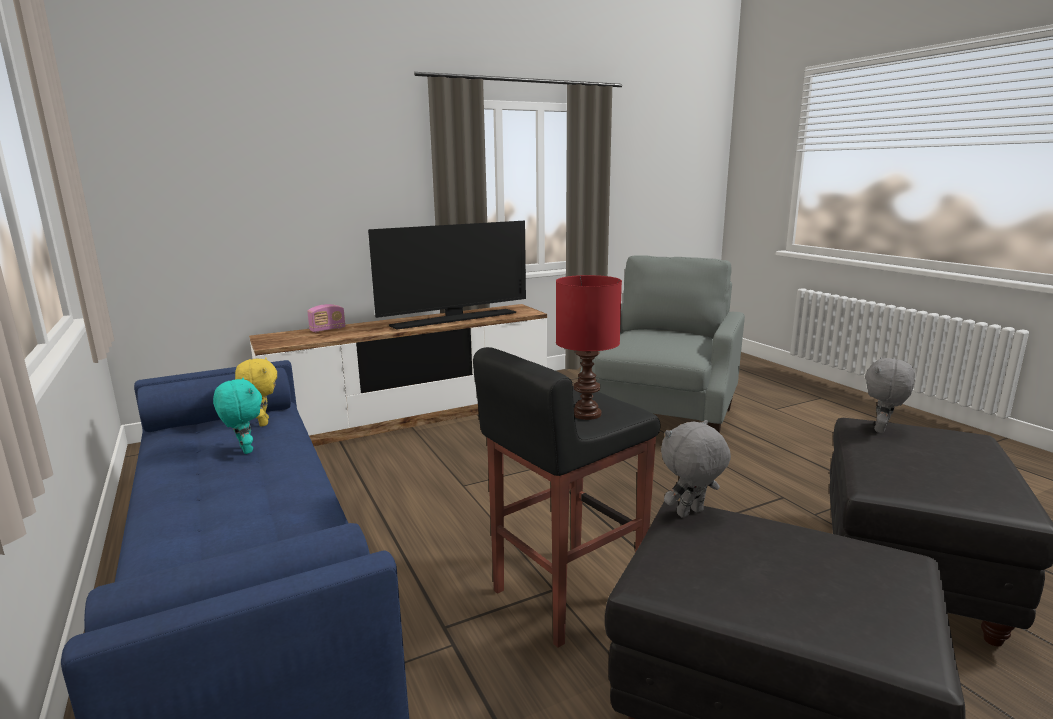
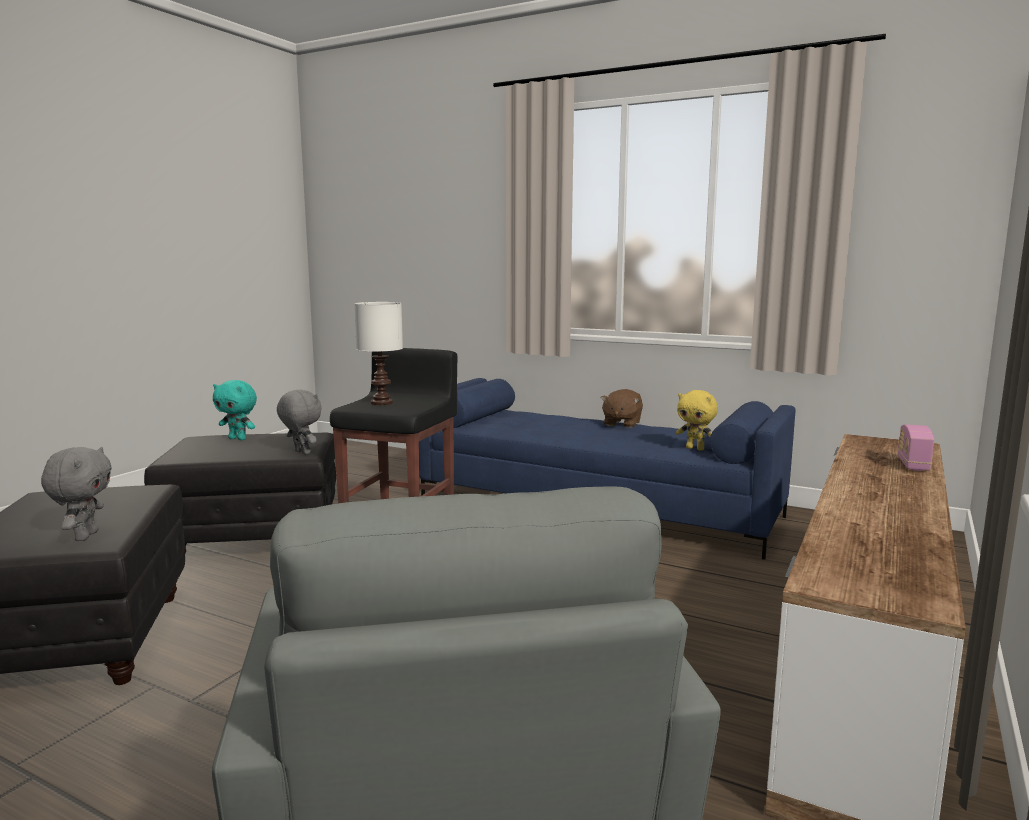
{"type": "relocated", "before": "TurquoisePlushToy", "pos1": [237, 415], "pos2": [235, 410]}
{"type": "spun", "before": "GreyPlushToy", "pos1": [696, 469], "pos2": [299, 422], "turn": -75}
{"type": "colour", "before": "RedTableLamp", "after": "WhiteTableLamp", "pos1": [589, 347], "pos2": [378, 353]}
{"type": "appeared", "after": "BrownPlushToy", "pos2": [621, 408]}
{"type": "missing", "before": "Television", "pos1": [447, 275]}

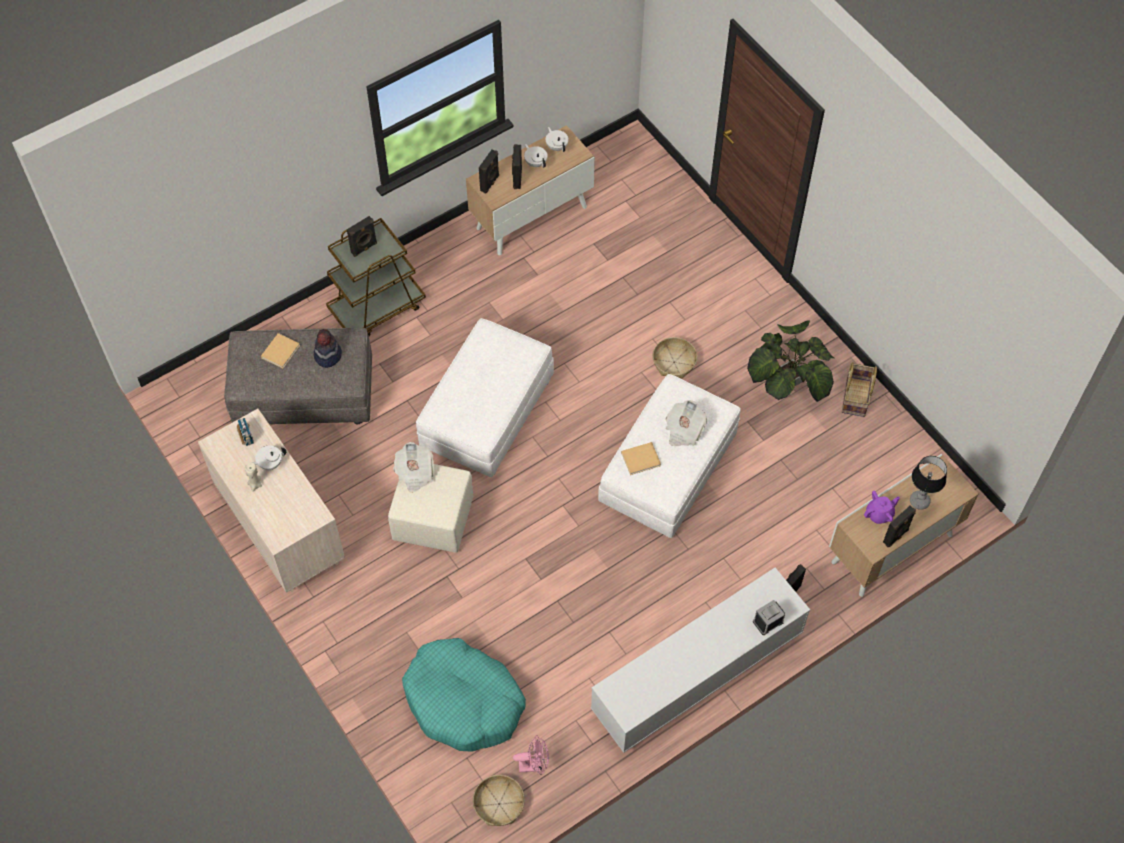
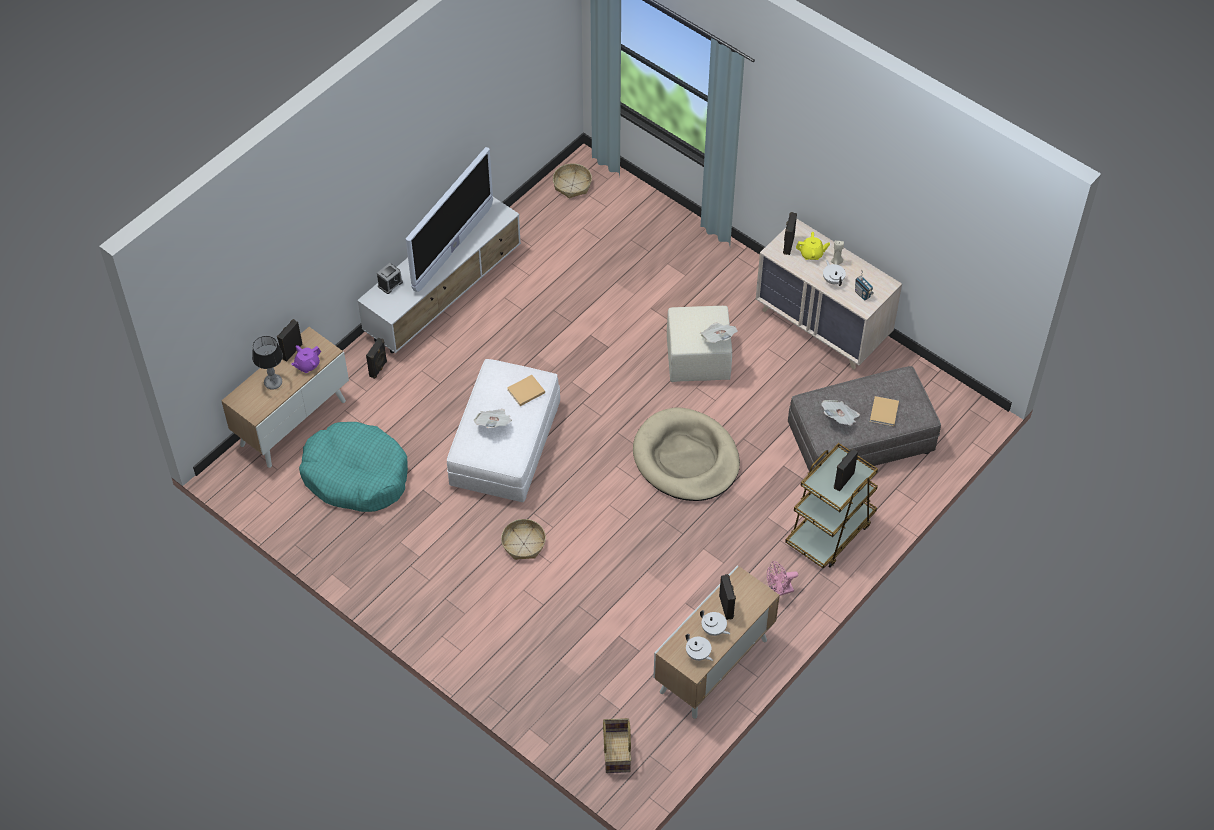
{"type": "relocated", "before": "TurquoiseDogBed", "pos1": [464, 695], "pos2": [353, 467]}
{"type": "appeared", "after": "Television", "pos2": [449, 219]}
{"type": "relocated", "before": "Basket", "pos1": [859, 389], "pos2": [617, 745]}
{"type": "exchanged", "before": "WhiteOttoman", "after": "BeigeDogBed", "pos1": [485, 397], "pos2": [686, 454]}
{"type": "relocated", "before": "PinkFan", "pos1": [531, 755], "pos2": [782, 578]}
{"type": "relocated", "before": "BlackSpeaker", "pos1": [489, 171], "pos2": [790, 233]}
{"type": "appeared", "after": "YellowTeapot", "pos2": [813, 246]}
{"type": "exchanged", "before": "Hat", "after": "Newspaper", "pos1": [328, 348], "pos2": [840, 413]}
{"type": "spun", "before": "WhiteTeapot", "pos1": [269, 458], "pos2": [834, 273], "turn": -75}
{"type": "missing", "before": "PottedPlant", "pos1": [791, 361]}

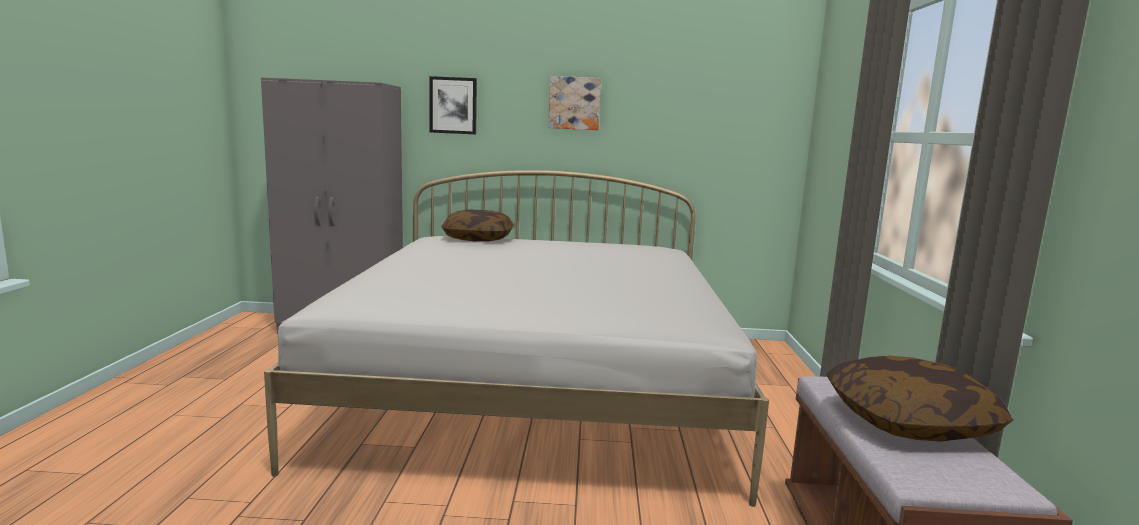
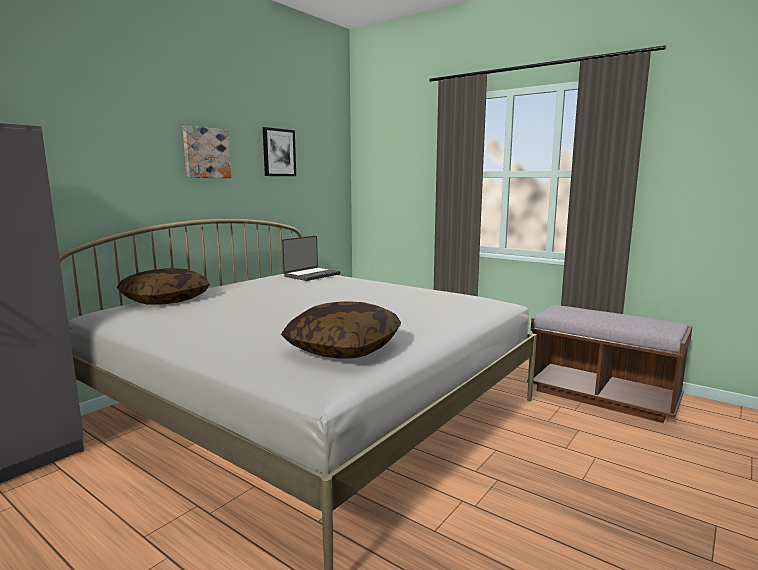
{"type": "relocated", "before": "Picture", "pos1": [453, 105], "pos2": [279, 151]}
{"type": "appeared", "after": "Laptop", "pos2": [311, 258]}
{"type": "relocated", "before": "Pillow", "pos1": [919, 398], "pos2": [341, 330]}

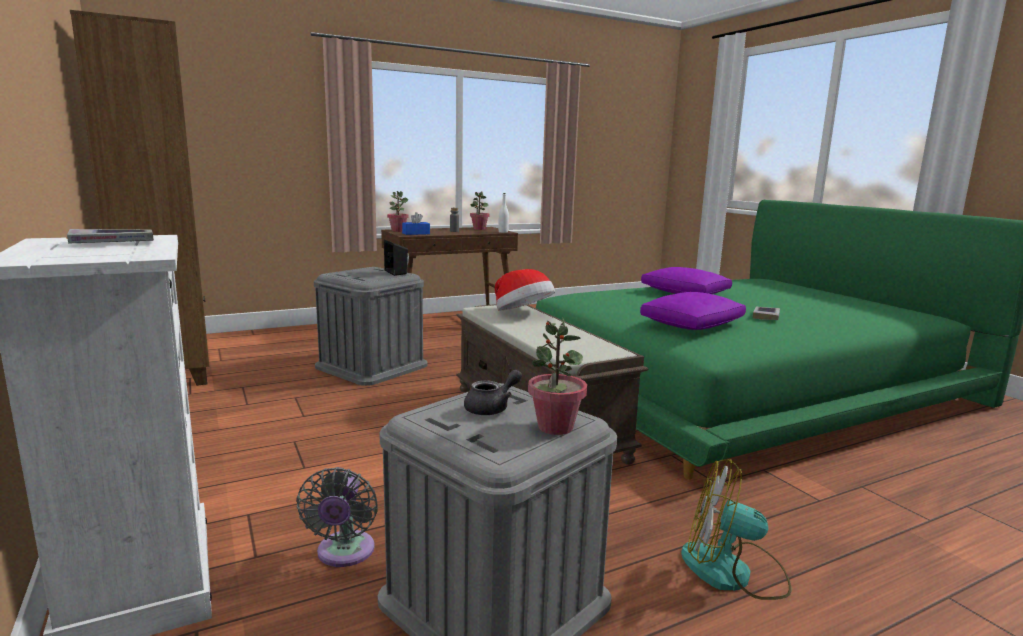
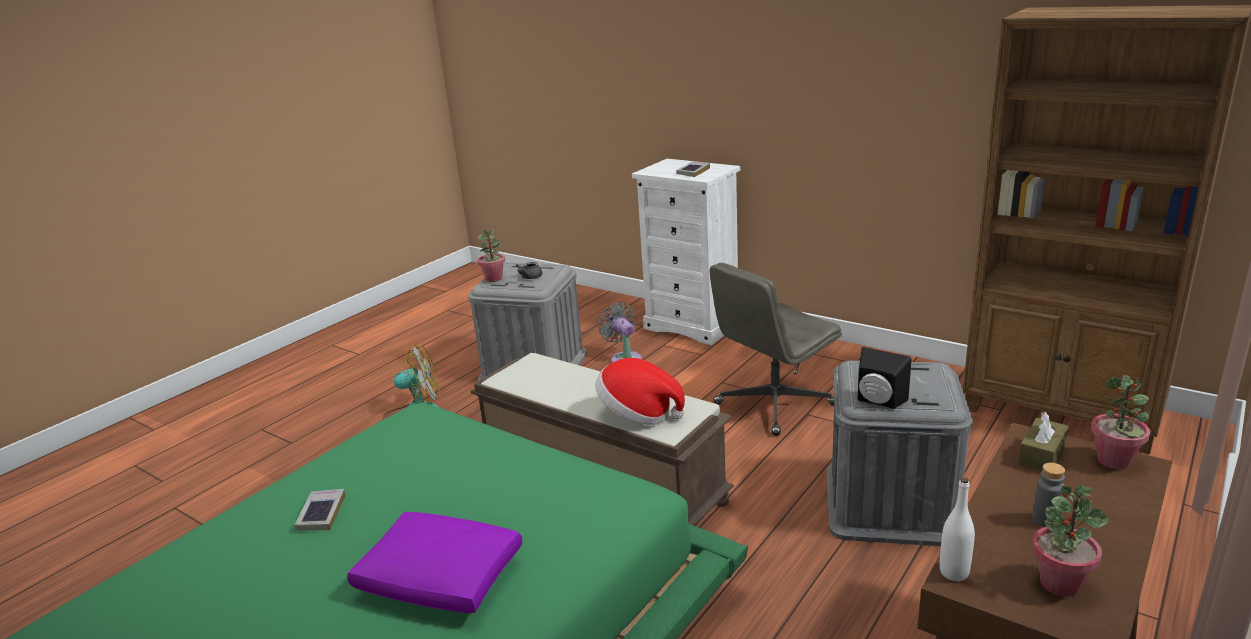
{"type": "appeared", "after": "GreyOfficeChair", "pos2": [776, 349]}
{"type": "colour", "before": "BlueTissueBox", "after": "BrownTissueBox", "pos1": [416, 223], "pos2": [1043, 441]}
{"type": "missing", "before": "PurplePillow", "pos1": [693, 311]}

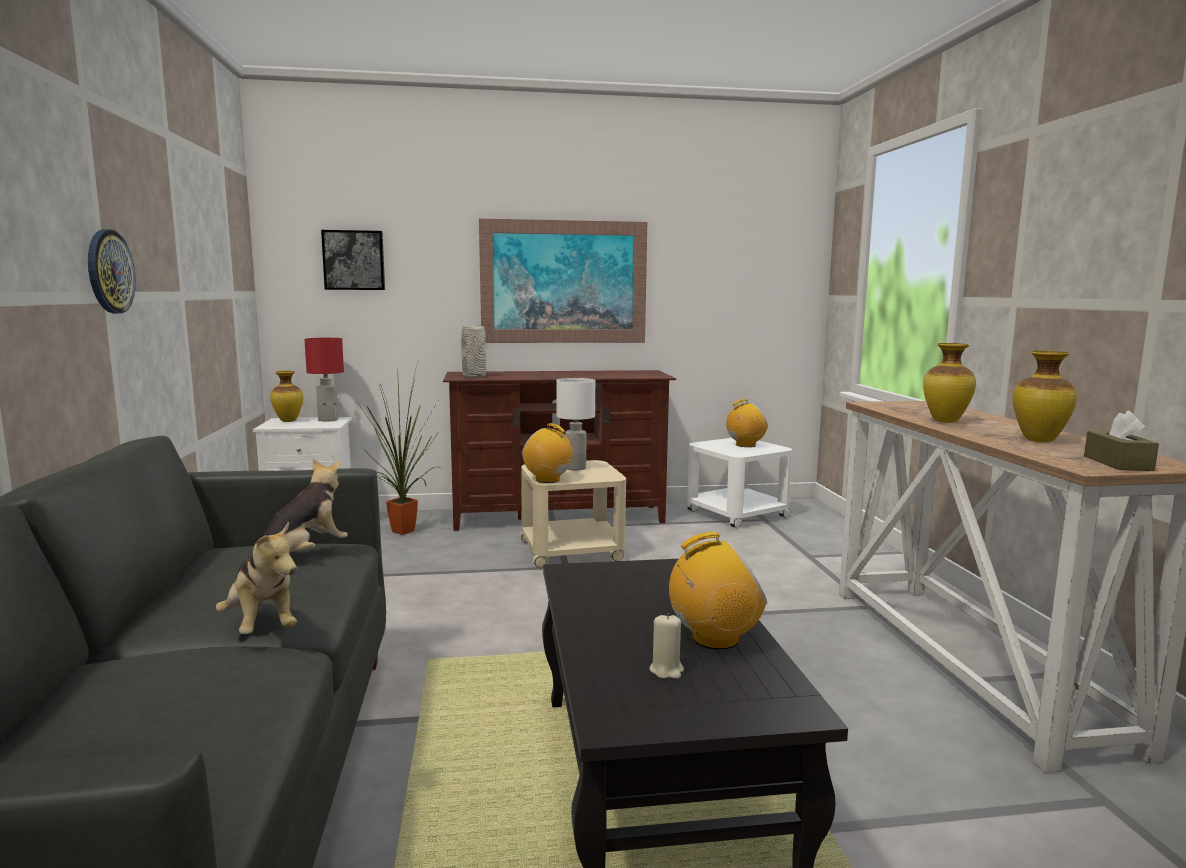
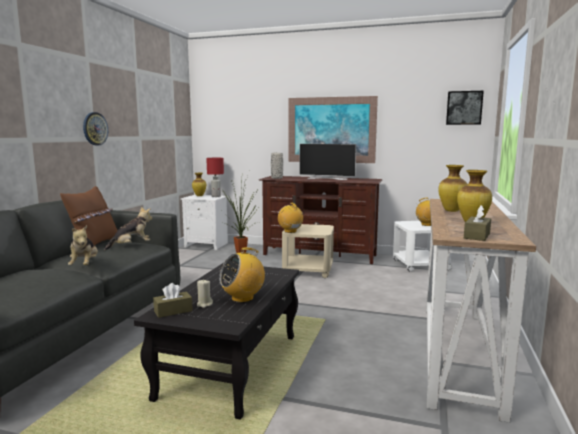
{"type": "appeared", "after": "BrownPillow", "pos2": [89, 216]}
{"type": "appeared", "after": "BrownTissueBox", "pos2": [173, 300]}
{"type": "spun", "before": "Radio", "pos1": [718, 591], "pos2": [242, 275], "turn": 135}
{"type": "appeared", "after": "Television", "pos2": [327, 162]}
{"type": "relocated", "before": "Picture", "pos1": [353, 260], "pos2": [465, 108]}
{"type": "missing", "before": "WhiteTableLamp", "pos1": [575, 424]}

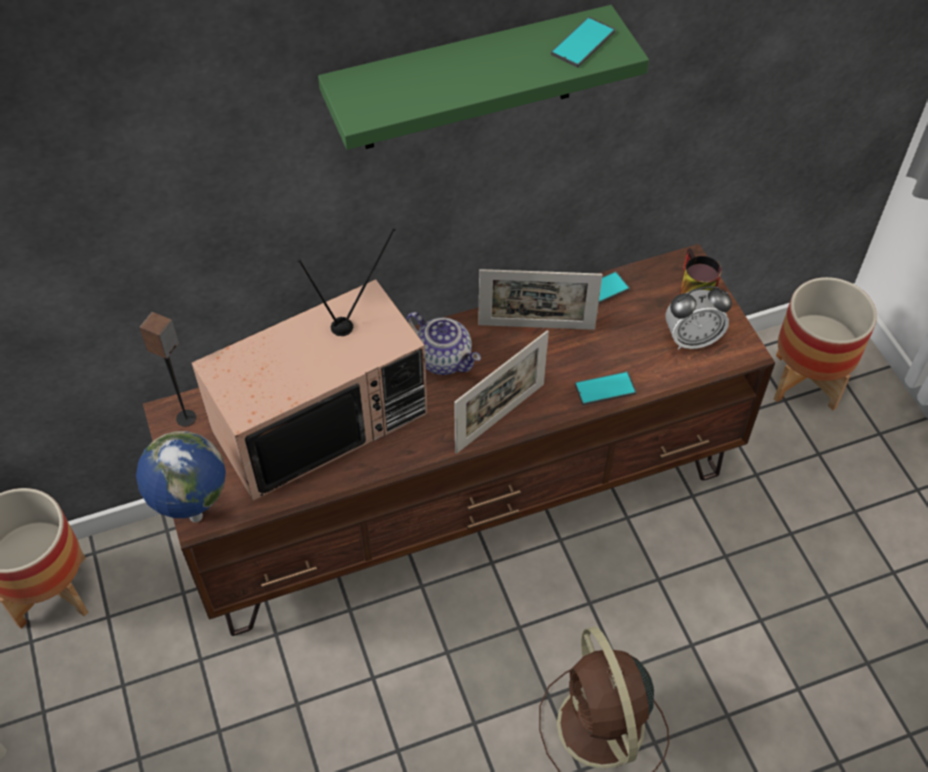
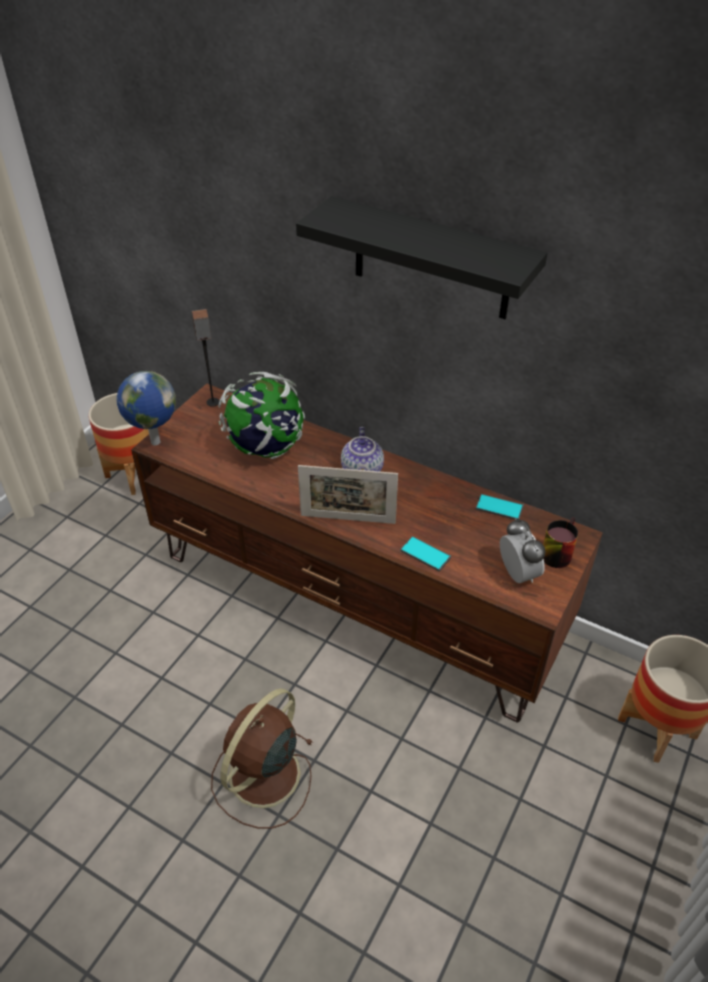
{"type": "exchanged", "before": "Television", "after": "Globe", "pos1": [310, 364], "pos2": [261, 415]}
{"type": "colour", "before": "GreenShelf", "after": "BlackShelf", "pos1": [483, 77], "pos2": [421, 257]}
{"type": "spun", "before": "AlarmClock", "pos1": [698, 318], "pos2": [523, 550], "turn": -150}
{"type": "missing", "before": "PictureFrame", "pos1": [540, 299]}
{"type": "missing", "before": "Phone", "pos1": [583, 42]}

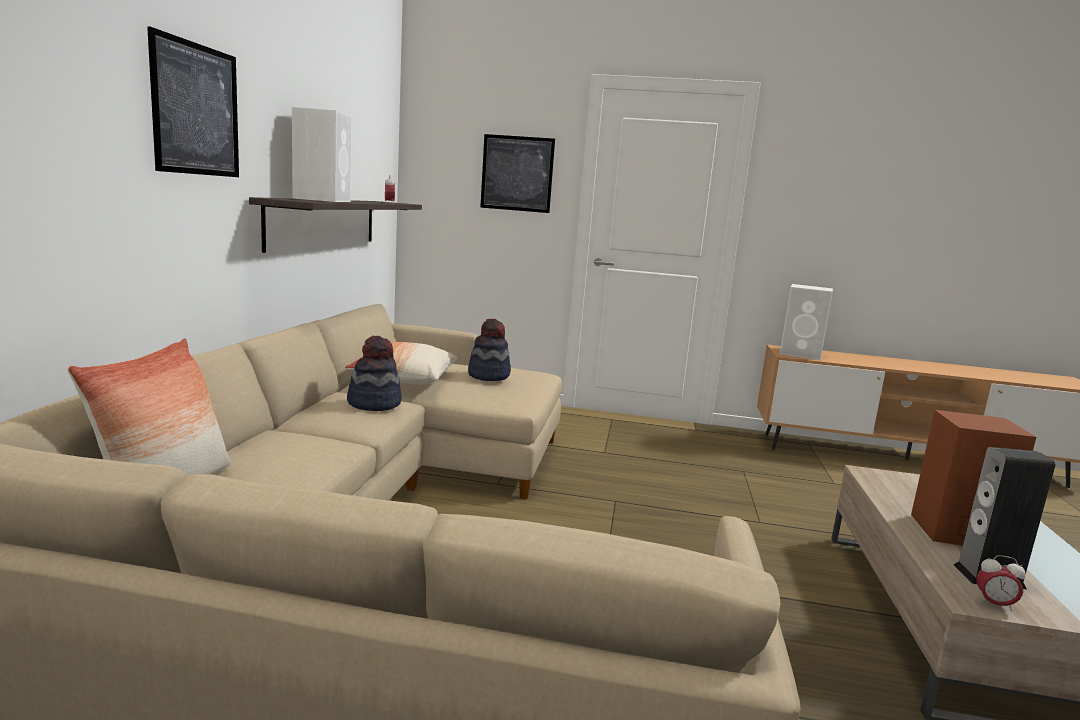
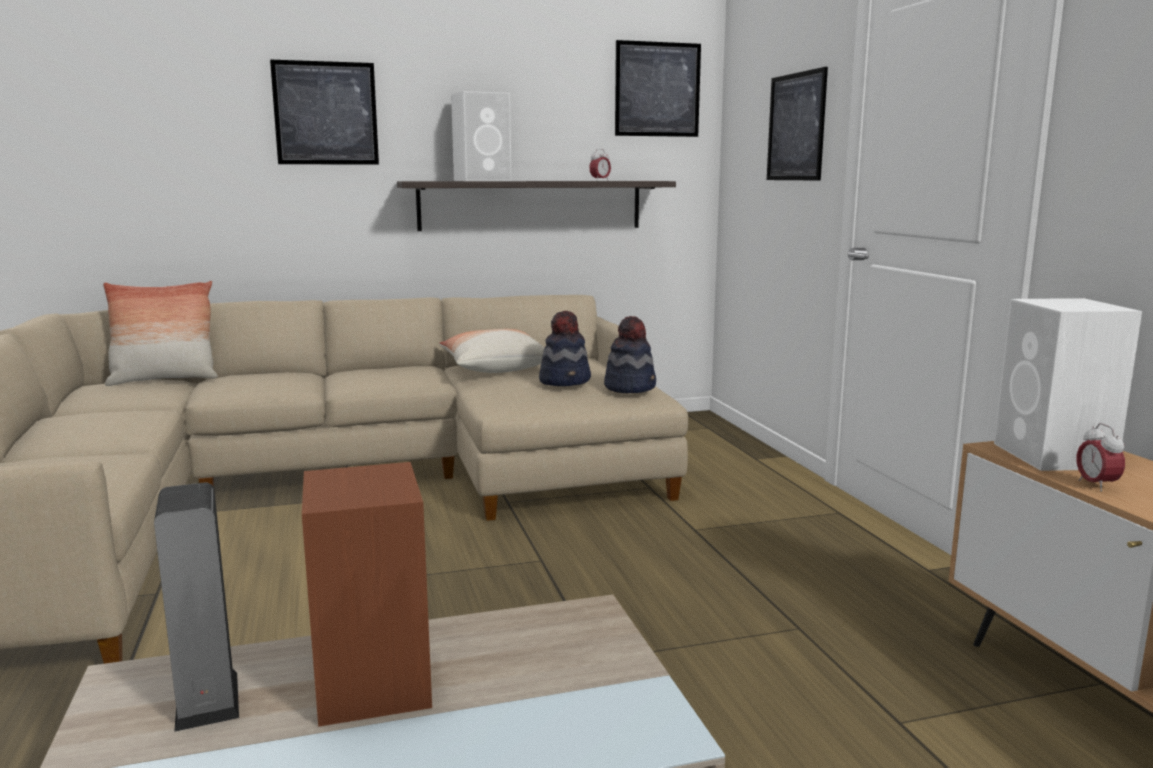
{"type": "relocated", "before": "Hat", "pos1": [374, 373], "pos2": [630, 354]}
{"type": "appeared", "after": "Picture", "pos2": [658, 88]}
{"type": "relocated", "before": "AlarmClock", "pos1": [1001, 583], "pos2": [1101, 457]}

